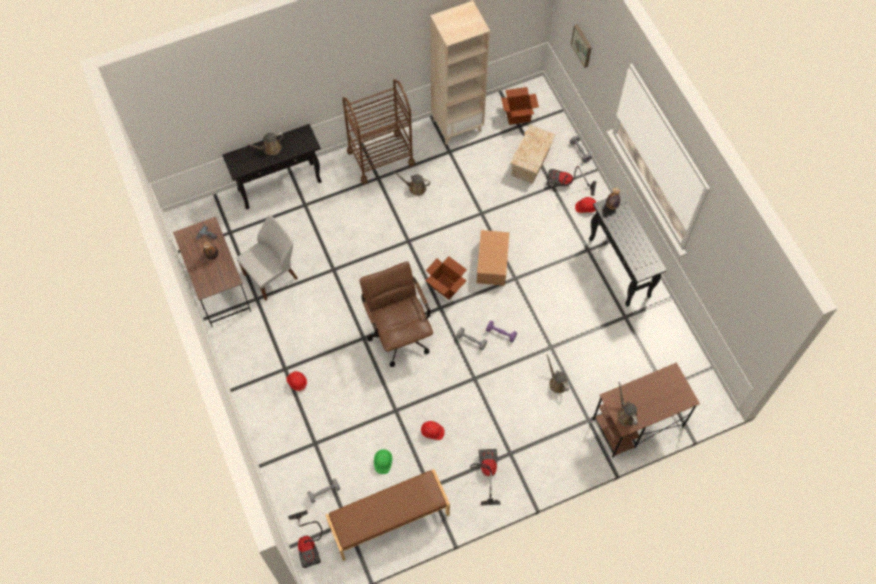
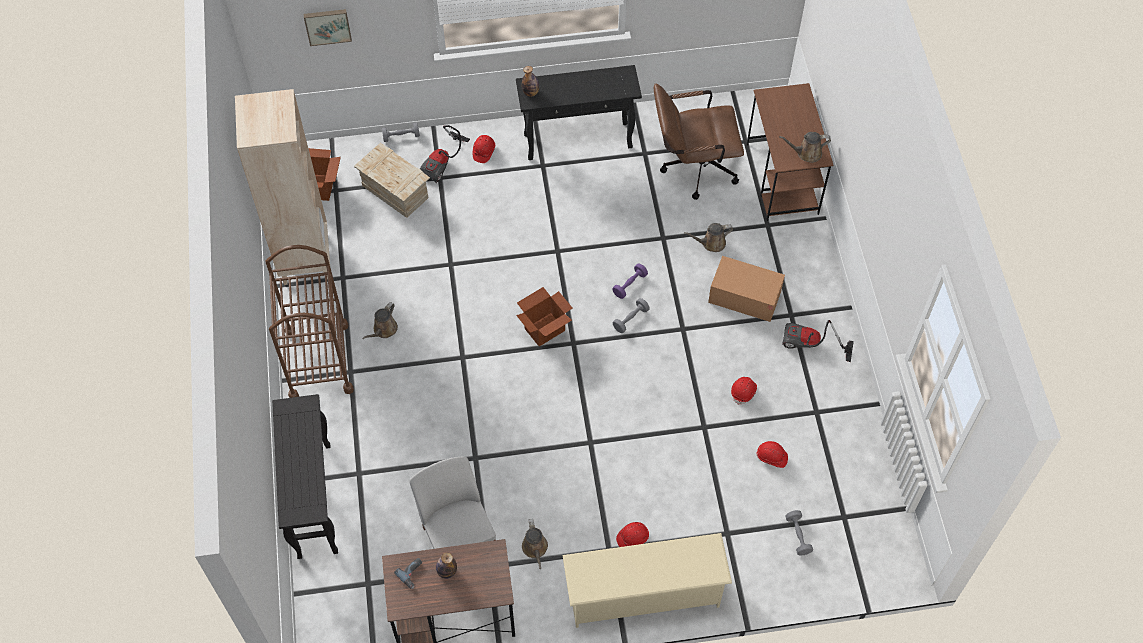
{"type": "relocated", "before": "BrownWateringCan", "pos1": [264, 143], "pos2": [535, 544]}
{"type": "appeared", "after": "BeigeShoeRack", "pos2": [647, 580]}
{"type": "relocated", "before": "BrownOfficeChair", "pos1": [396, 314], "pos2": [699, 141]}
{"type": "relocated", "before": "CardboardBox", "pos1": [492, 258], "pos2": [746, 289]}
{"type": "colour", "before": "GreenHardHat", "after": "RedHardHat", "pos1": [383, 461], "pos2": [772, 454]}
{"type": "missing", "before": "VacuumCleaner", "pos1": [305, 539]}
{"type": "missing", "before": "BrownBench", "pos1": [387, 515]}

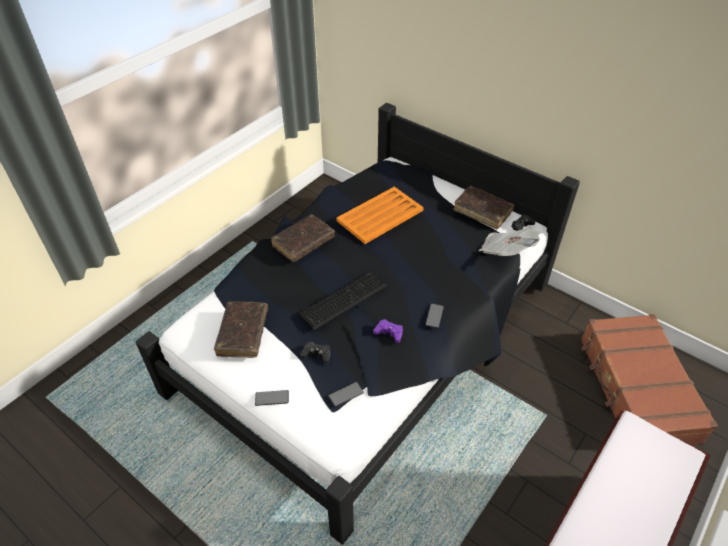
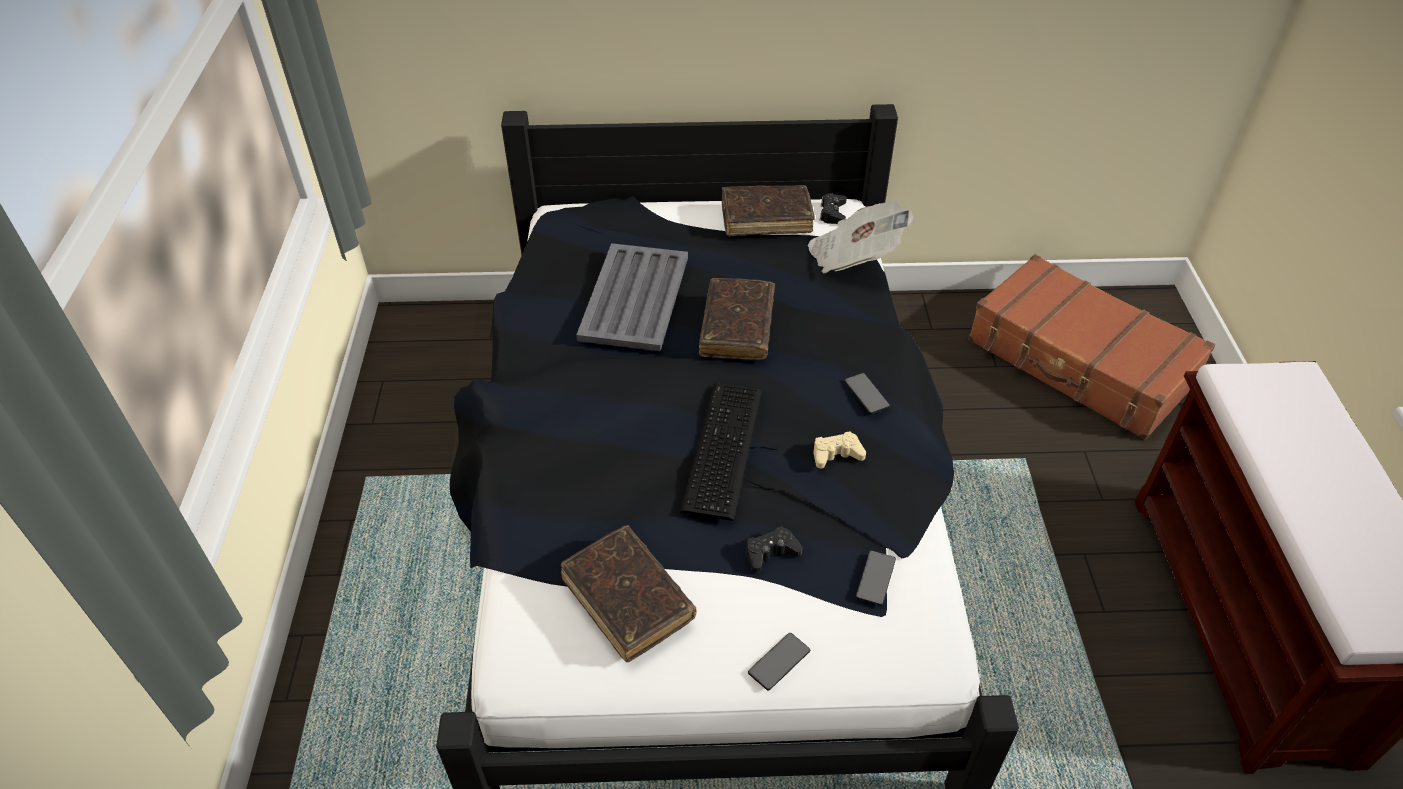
{"type": "colour", "before": "OrangeTray", "after": "GreyTray", "pos1": [380, 215], "pos2": [632, 297]}
{"type": "relocated", "before": "BrownBook", "pos1": [303, 238], "pos2": [737, 319]}
{"type": "colour", "before": "PurpleGameController", "after": "BeigeGameController", "pos1": [388, 331], "pos2": [839, 450]}

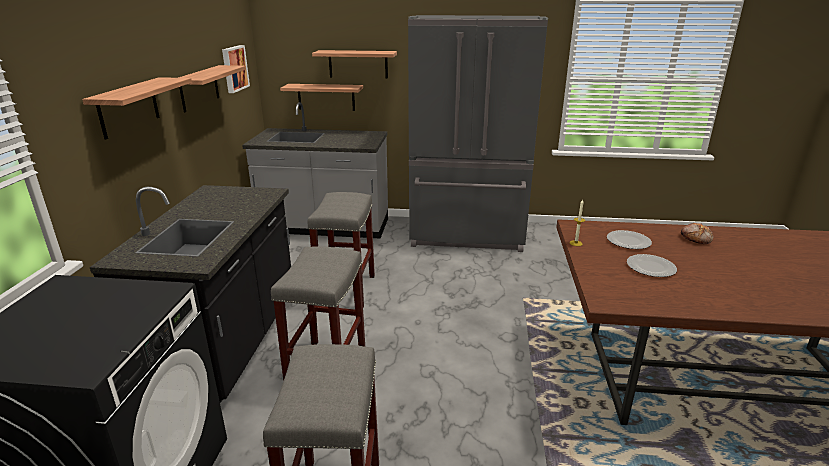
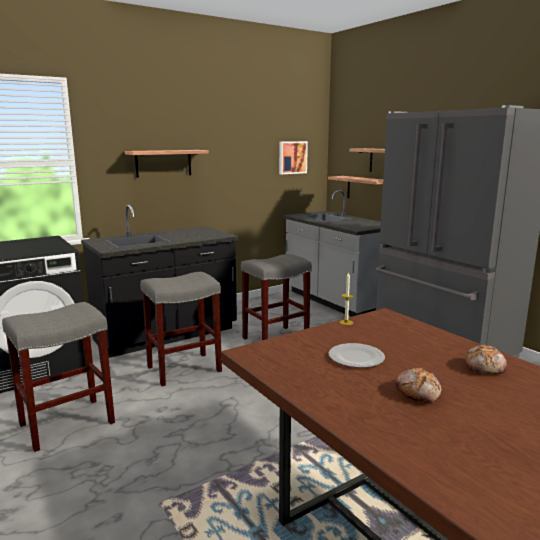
{"type": "appeared", "after": "Bread", "pos2": [418, 385]}
{"type": "missing", "before": "Shelf", "pos1": [212, 89]}
{"type": "missing", "before": "Plate", "pos1": [629, 239]}

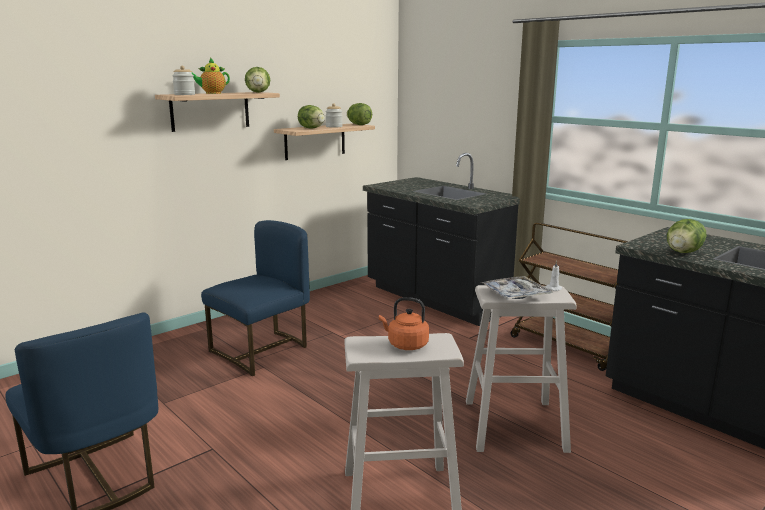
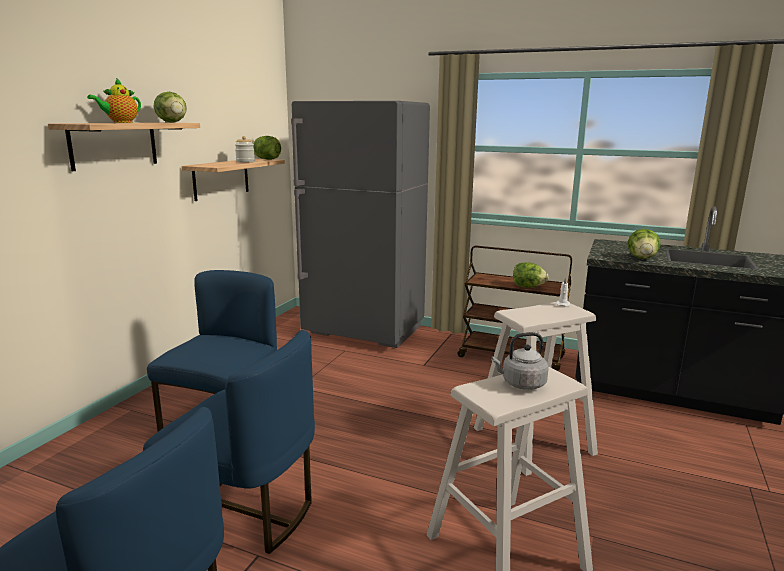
{"type": "appeared", "after": "BlueChair", "pos2": [229, 442]}
{"type": "exchanged", "before": "BlackCounter", "after": "GreyFridge", "pos1": [441, 239], "pos2": [360, 224]}
{"type": "colour", "before": "OrangeKettle", "after": "GreyKettle", "pos1": [404, 323], "pos2": [520, 361]}
{"type": "relocated", "before": "Lettuce", "pos1": [311, 117], "pos2": [530, 275]}
{"type": "missing", "before": "Jar", "pos1": [183, 80]}
{"type": "missing", "before": "Tray", "pos1": [517, 287]}

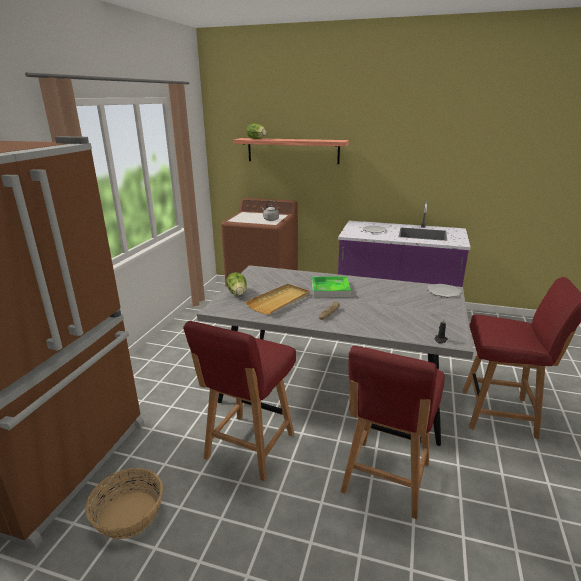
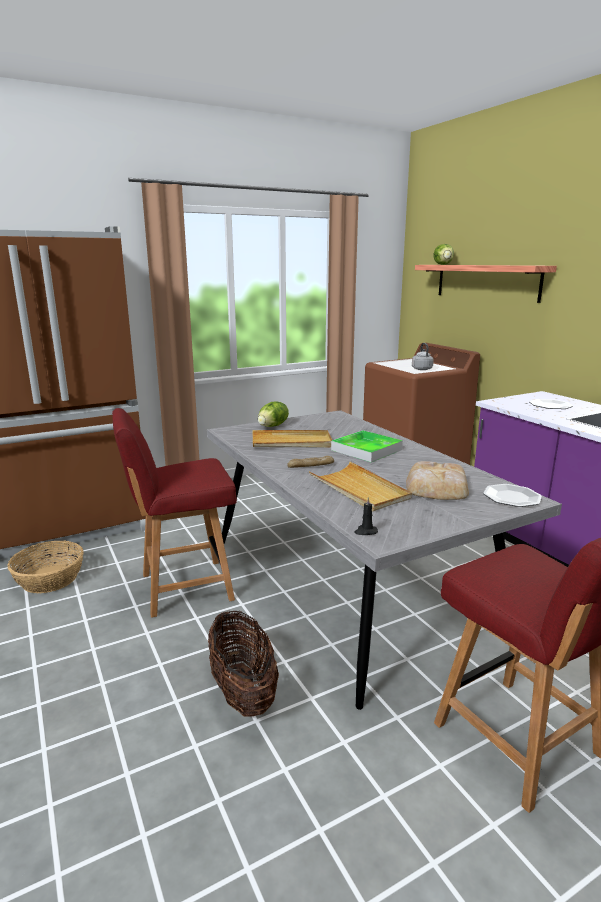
{"type": "exchanged", "before": "RedChair", "after": "Basket", "pos1": [393, 432], "pos2": [243, 663]}
{"type": "appeared", "after": "BeigeTray", "pos2": [360, 487]}
{"type": "appeared", "after": "Bread", "pos2": [437, 480]}

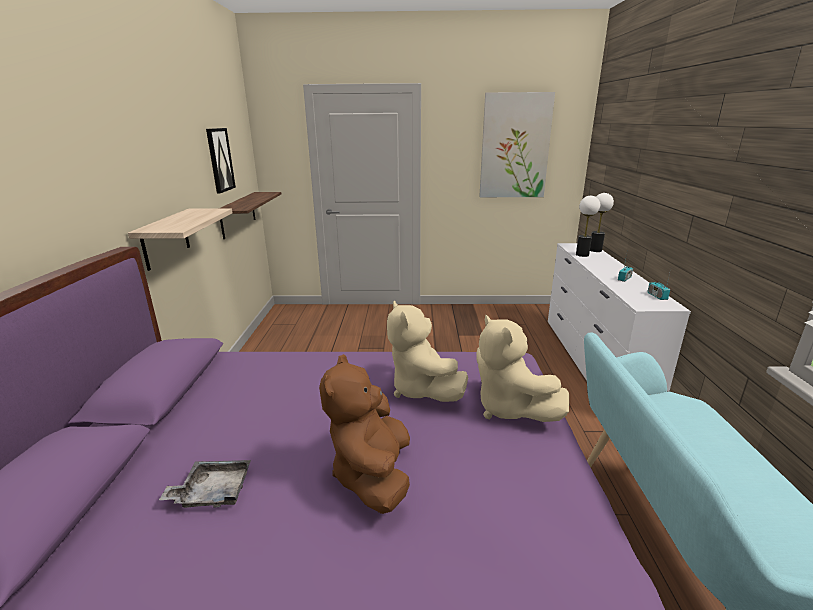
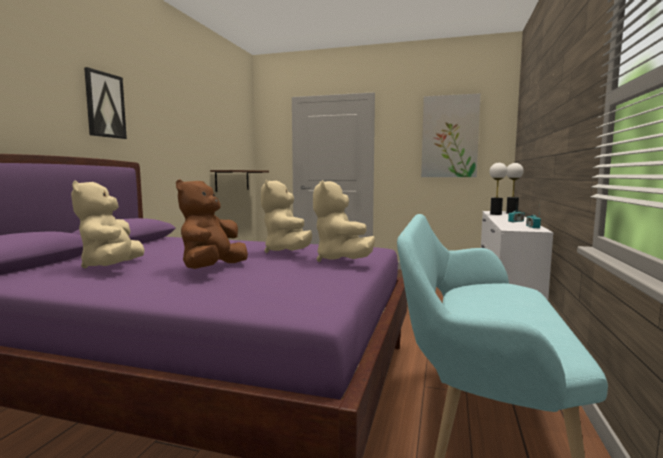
{"type": "exchanged", "before": "GreyTray", "after": "BeigePlushToy", "pos1": [205, 484], "pos2": [108, 225]}
{"type": "relocated", "before": "Picture", "pos1": [221, 160], "pos2": [105, 103]}
{"type": "missing", "before": "Shelf", "pos1": [180, 239]}

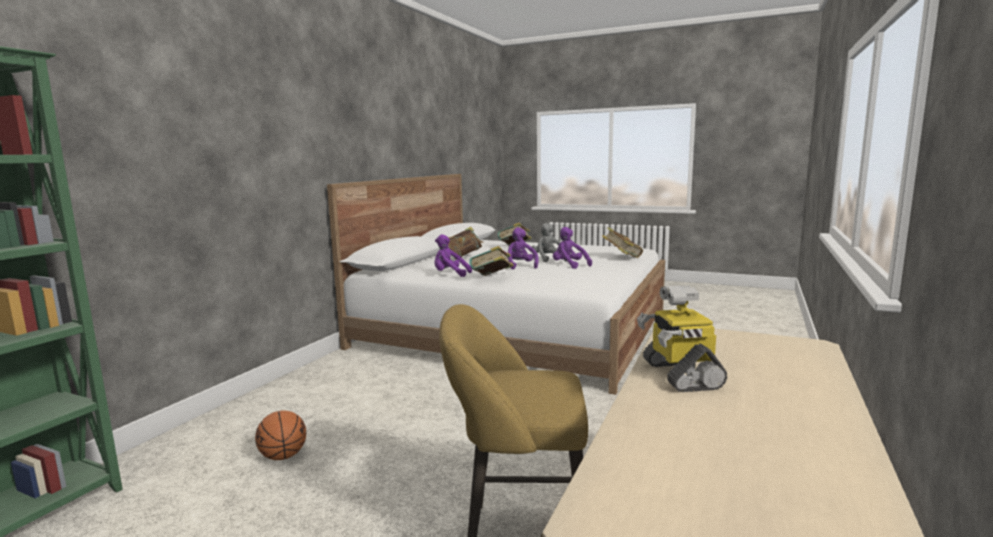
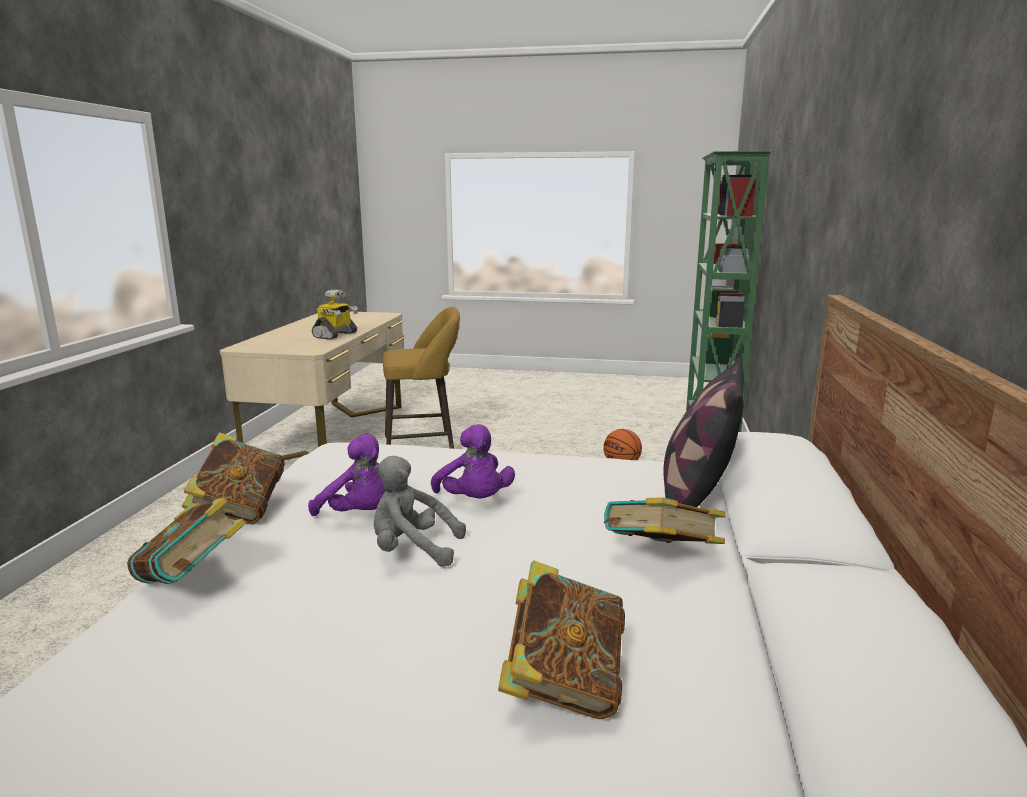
{"type": "relocated", "before": "Book", "pos1": [491, 261], "pos2": [233, 478]}
{"type": "spun", "before": "ToyRobot", "pos1": [682, 339], "pos2": [335, 315], "turn": 45}
{"type": "spun", "before": "GreyPlushToy", "pos1": [549, 242], "pos2": [420, 511], "turn": 135}
{"type": "appeared", "after": "Pillow", "pos2": [703, 432]}
{"type": "missing", "before": "PurplePlushToy", "pos1": [453, 255]}

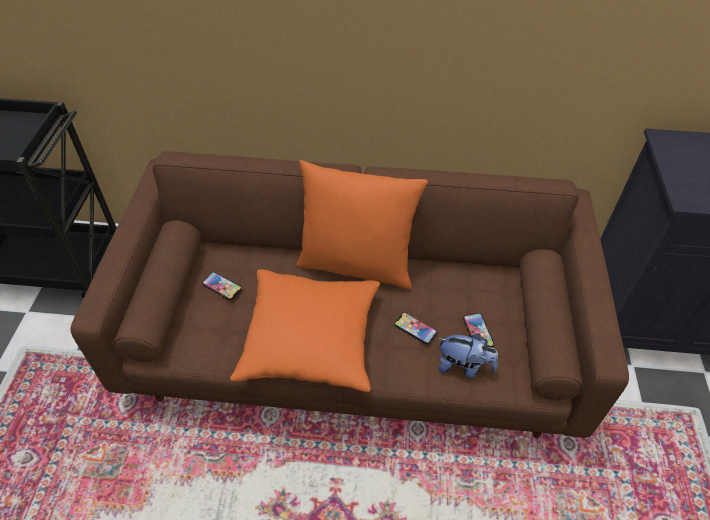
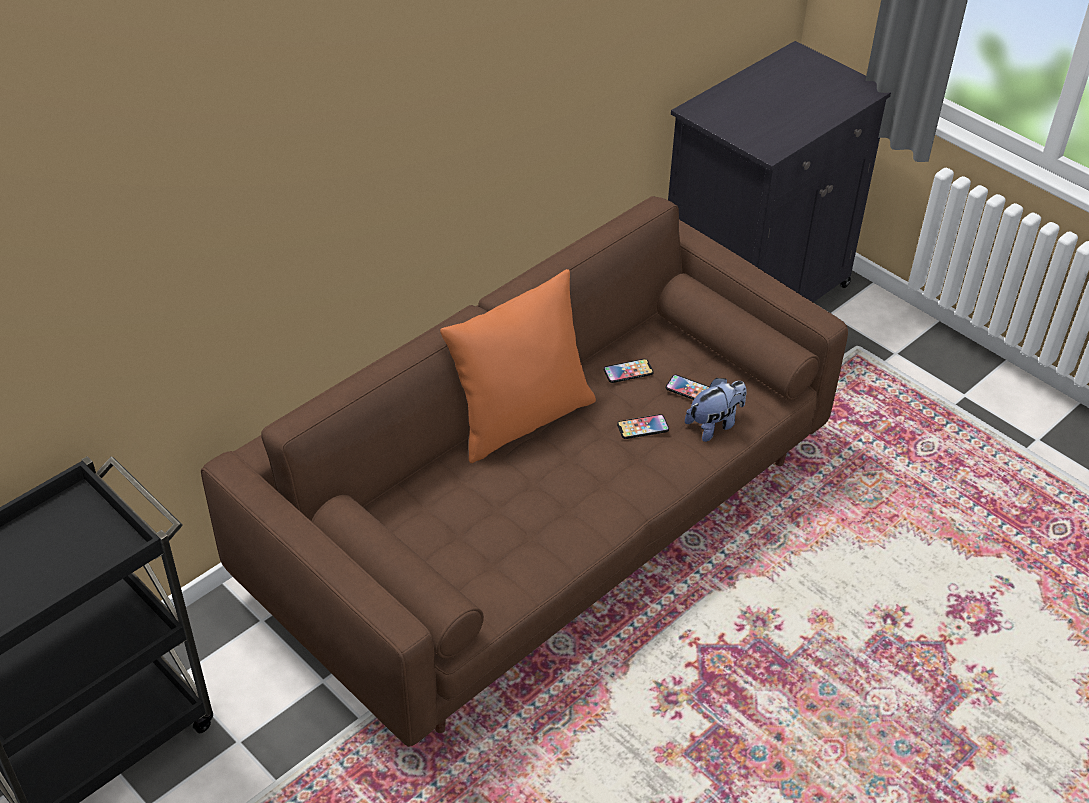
{"type": "relocated", "before": "Phone", "pos1": [222, 286], "pos2": [629, 371]}
{"type": "missing", "before": "OrangePillow", "pos1": [305, 330]}

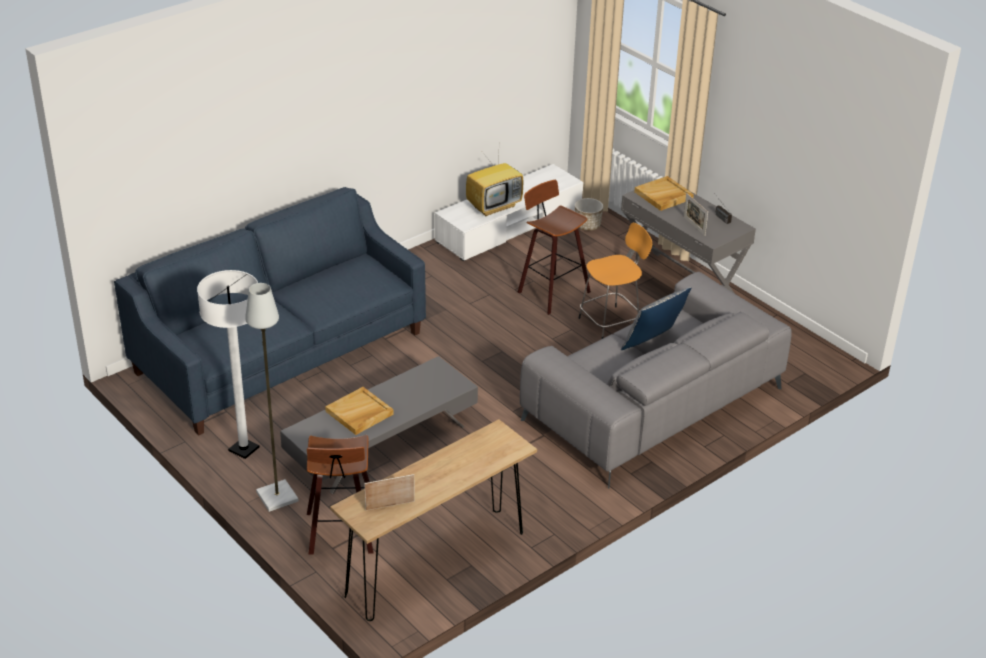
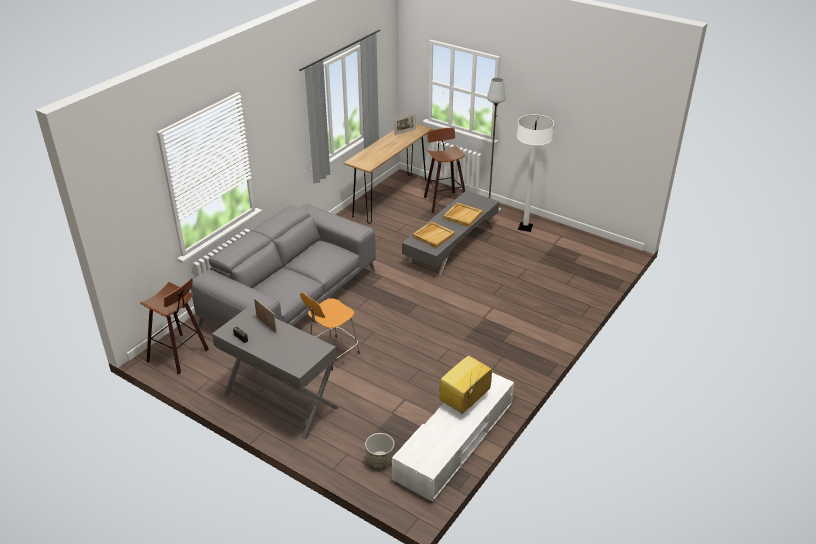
{"type": "relocated", "before": "Stool", "pos1": [554, 247], "pos2": [174, 326]}
{"type": "relocated", "before": "BeigeTray", "pos1": [664, 193], "pos2": [434, 234]}
{"type": "missing", "before": "BlueSofa", "pos1": [270, 311]}
{"type": "missing", "before": "Pillow", "pos1": [656, 318]}

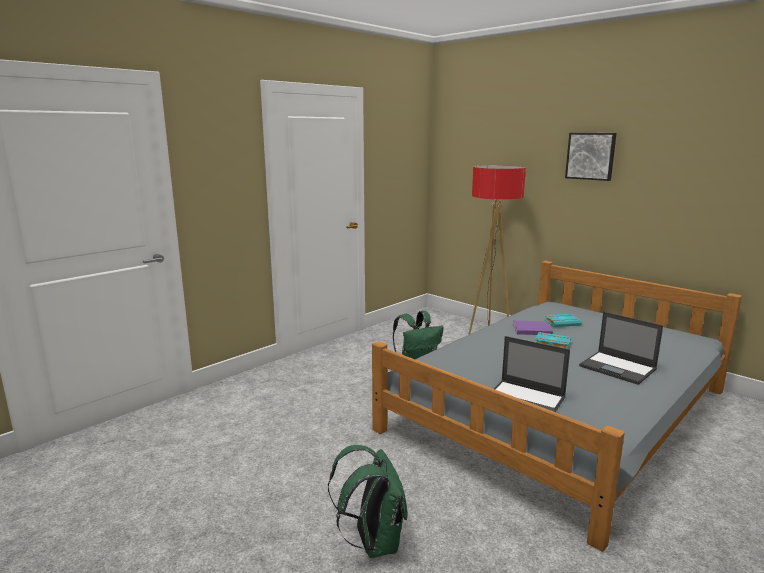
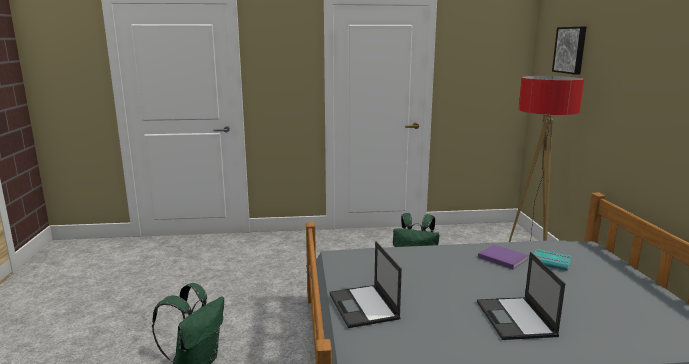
{"type": "relocated", "before": "Picture", "pos1": [591, 157], "pos2": [569, 51]}
{"type": "missing", "before": "TurquoiseBook", "pos1": [553, 340]}

